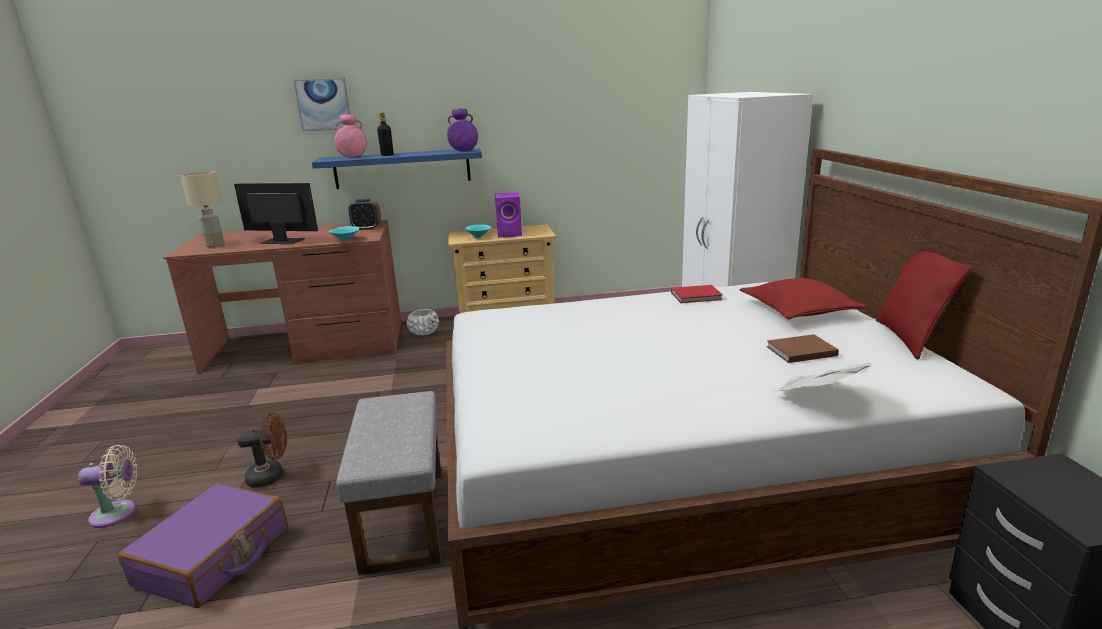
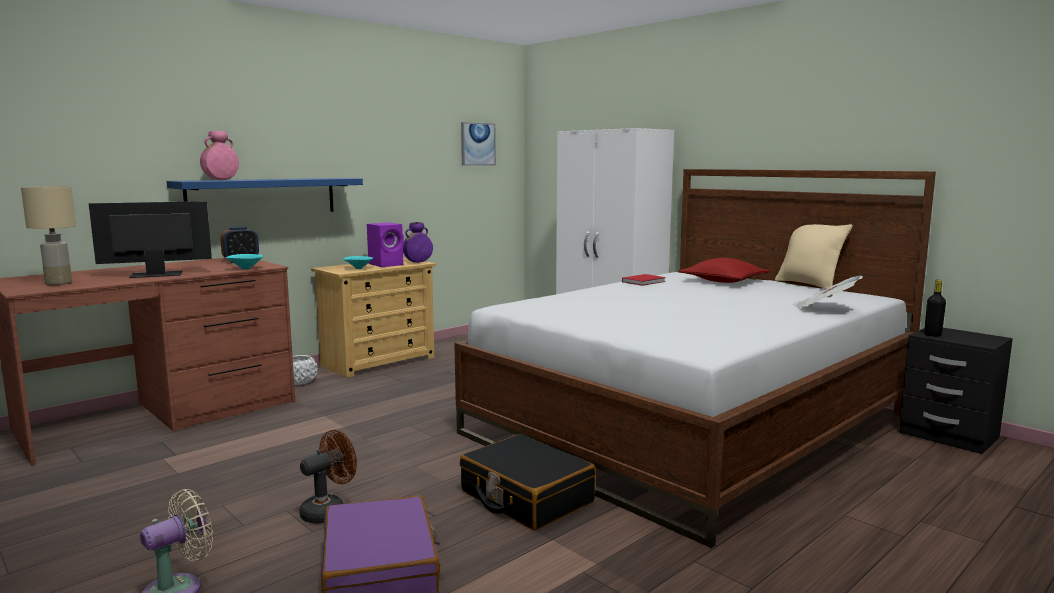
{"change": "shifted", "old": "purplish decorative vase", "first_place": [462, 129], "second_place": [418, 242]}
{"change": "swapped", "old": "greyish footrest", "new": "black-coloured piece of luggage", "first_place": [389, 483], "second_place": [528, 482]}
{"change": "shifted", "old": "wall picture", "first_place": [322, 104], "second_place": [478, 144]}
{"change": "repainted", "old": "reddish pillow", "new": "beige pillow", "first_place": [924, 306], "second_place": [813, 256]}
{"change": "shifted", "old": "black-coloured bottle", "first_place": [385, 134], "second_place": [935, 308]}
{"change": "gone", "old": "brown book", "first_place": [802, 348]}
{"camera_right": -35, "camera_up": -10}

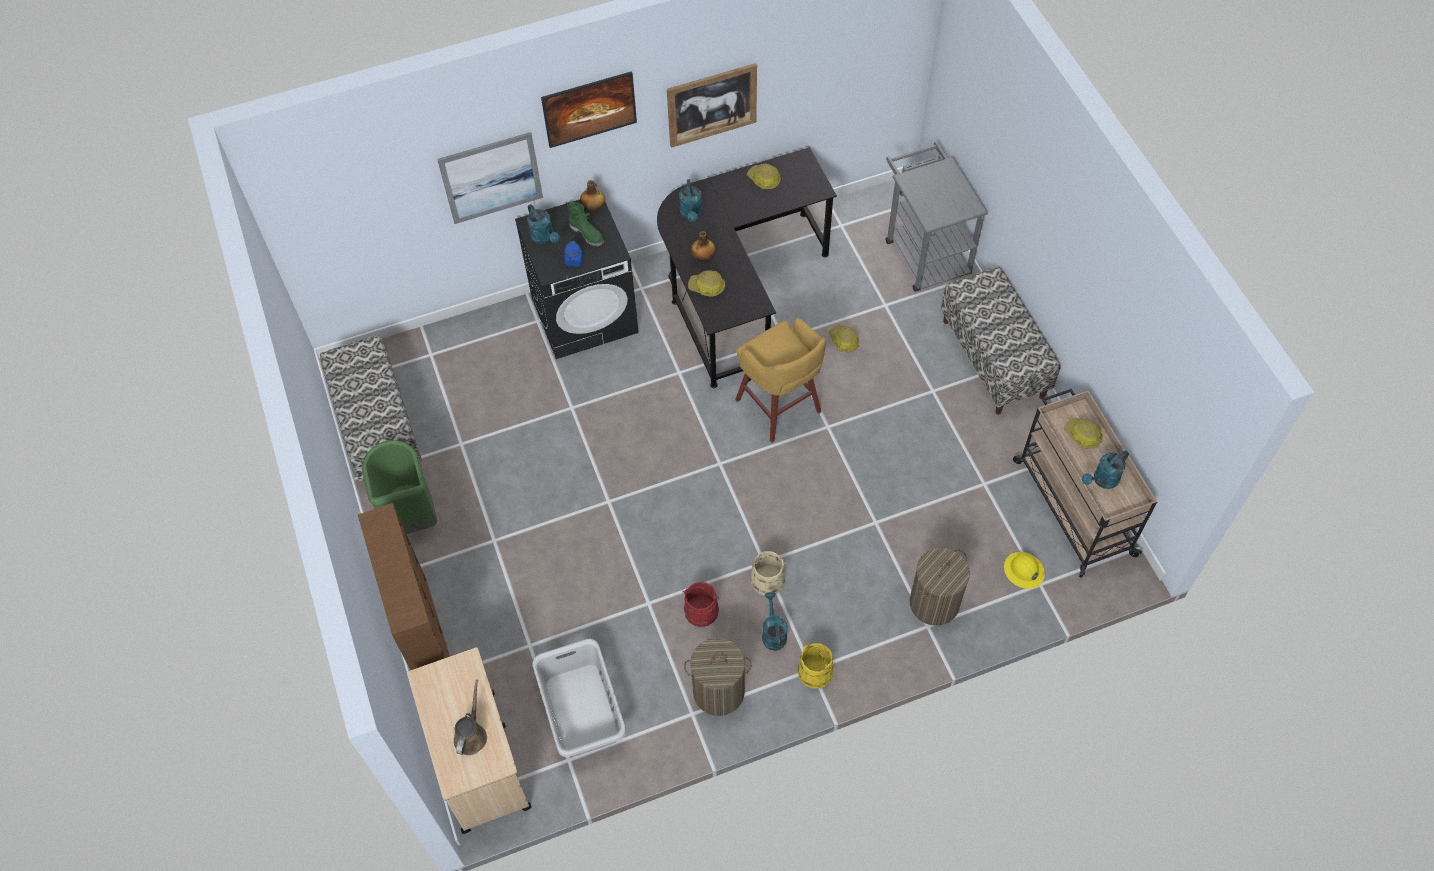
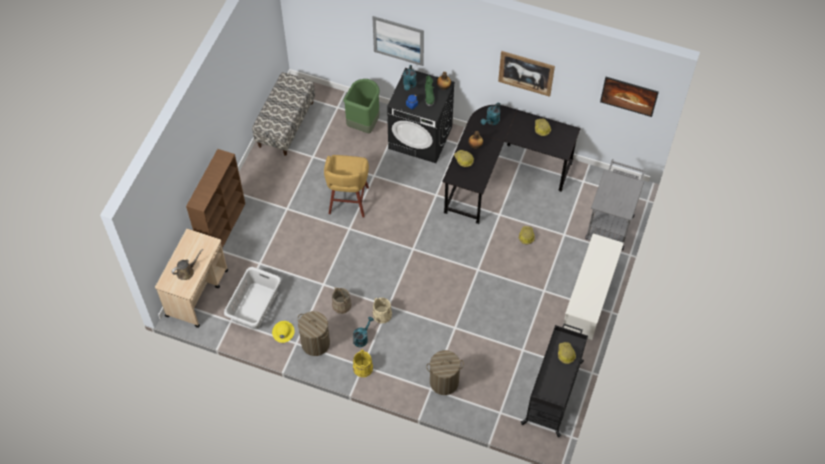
{"change": "shifted", "old": "yellow hard hat", "first_place": [1024, 570], "second_place": [283, 332]}
{"change": "shifted", "old": "yellow stool seat", "first_place": [780, 380], "second_place": [346, 186]}
{"change": "repainted", "old": "reddish bucket", "new": "beige bucket", "first_place": [700, 604], "second_place": [342, 301]}
{"change": "shifted", "old": "green-coloured waste bin", "first_place": [400, 487], "second_place": [361, 106]}
{"change": "repainted", "old": "beige trolley", "new": "black-coloured trolley", "first_place": [1085, 483], "second_place": [554, 380]}
{"change": "swapped", "old": "long seat", "new": "whitish shoe shelf", "first_place": [1001, 341], "second_place": [593, 286]}
{"change": "shifted", "old": "wall picture", "first_place": [589, 109], "second_place": [629, 97]}
{"change": "gone", "old": "turquoise watering can", "first_place": [1105, 469]}
{"camera_right": 40, "camera_up": 0}

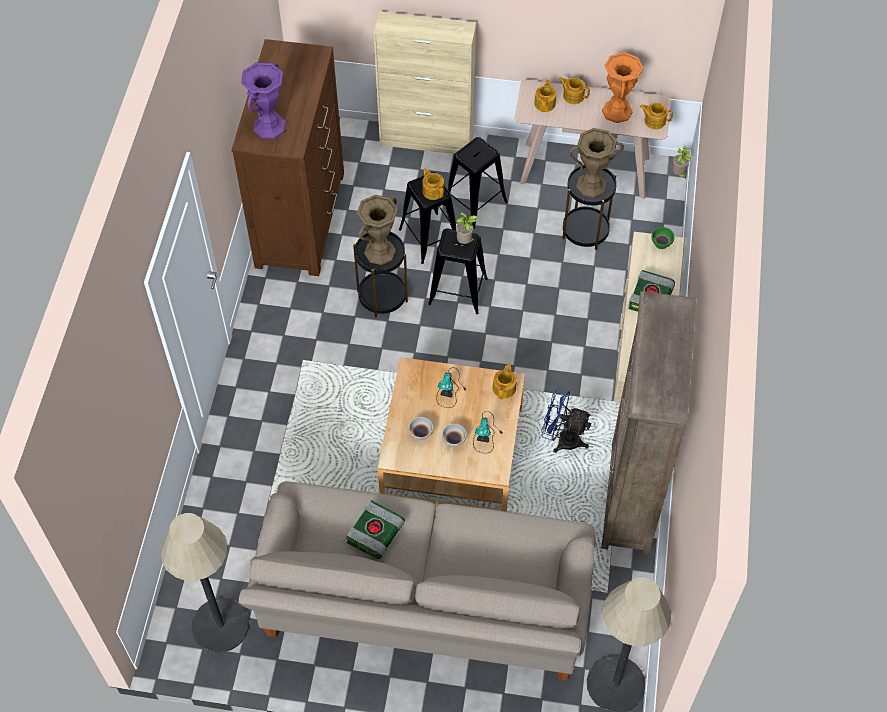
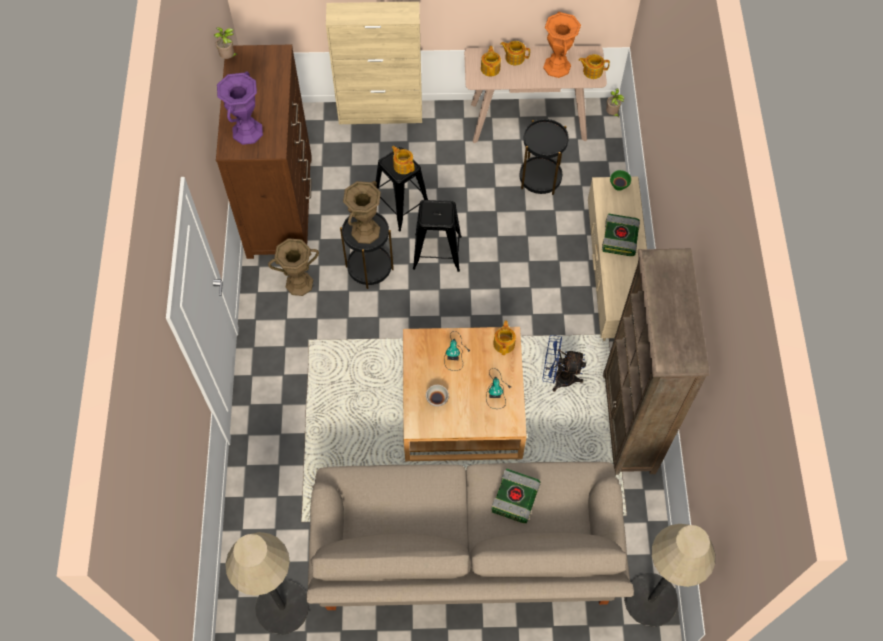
{"change": "shifted", "old": "houseplant", "first_place": [467, 228], "second_place": [226, 43]}
{"change": "shifted", "old": "brown decorative vase", "first_place": [596, 163], "second_place": [293, 267]}
{"change": "shifted", "old": "book", "first_place": [375, 529], "second_place": [515, 495]}
{"change": "gone", "old": "whitish bowl", "first_place": [454, 435]}
{"change": "gone", "old": "black-coloured stool seat", "first_place": [475, 183]}
{"camera_right": -10, "camera_up": 5}

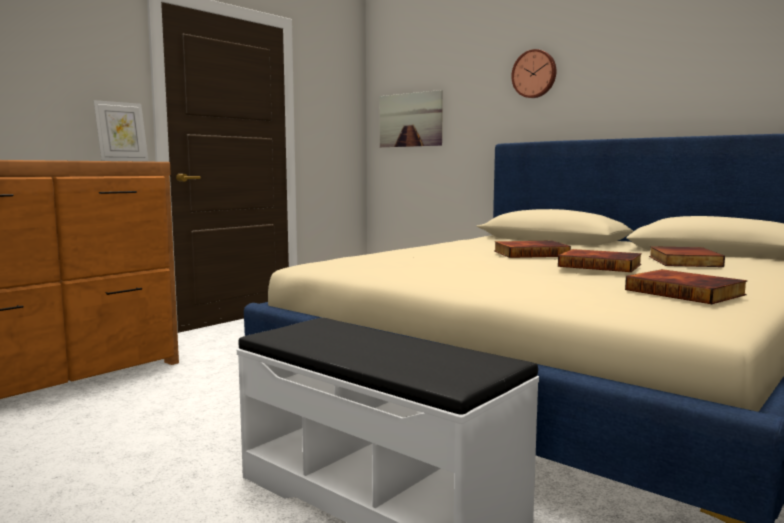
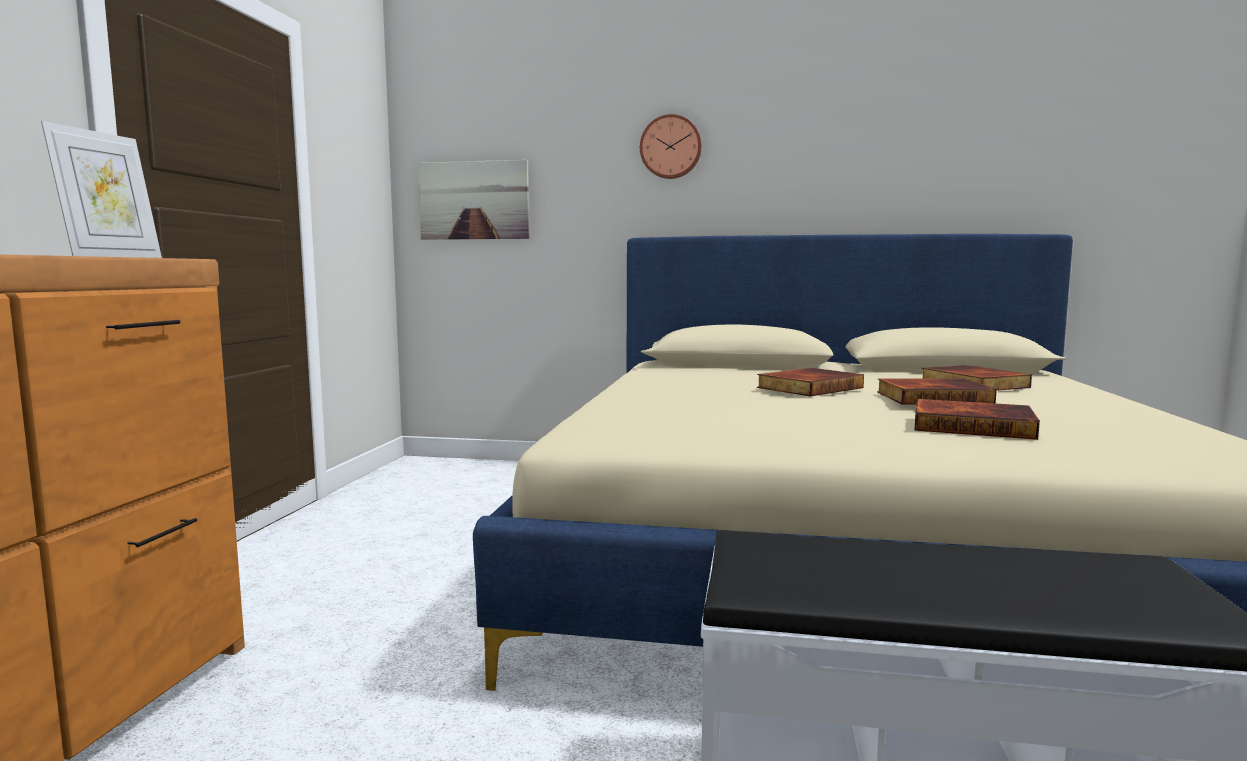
{"change": "shifted", "old": "book", "first_place": [686, 286], "second_place": [977, 419]}
{"camera_right": -30, "camera_up": 0}

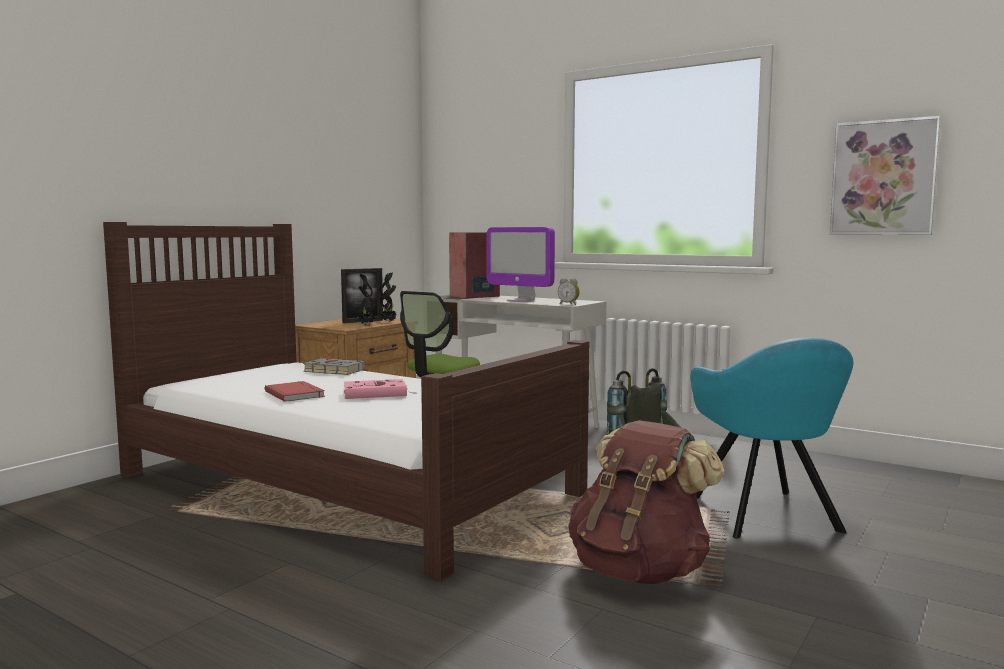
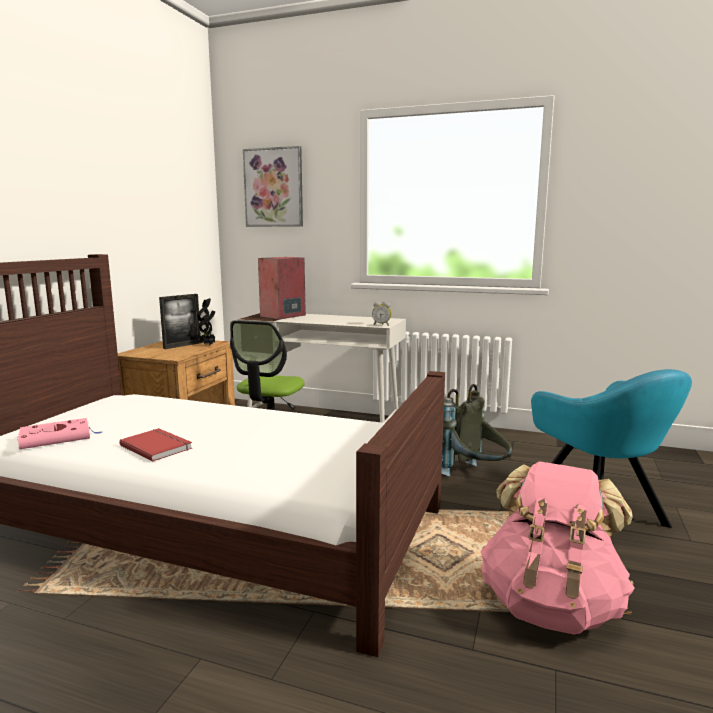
{"change": "shifted", "old": "pink-coloured book", "first_place": [380, 389], "second_place": [59, 433]}
{"change": "shifted", "old": "wall picture", "first_place": [885, 175], "second_place": [273, 186]}
{"change": "repainted", "old": "brown knapsack", "new": "pink-coloured knapsack", "first_place": [646, 502], "second_place": [558, 547]}
{"change": "gone", "old": "greyish book", "first_place": [334, 366]}
{"change": "gone", "old": "houseplant", "first_place": [366, 299]}
{"change": "gone", "old": "computer screen", "first_place": [521, 264]}
{"camera_right": -15, "camera_up": 5}

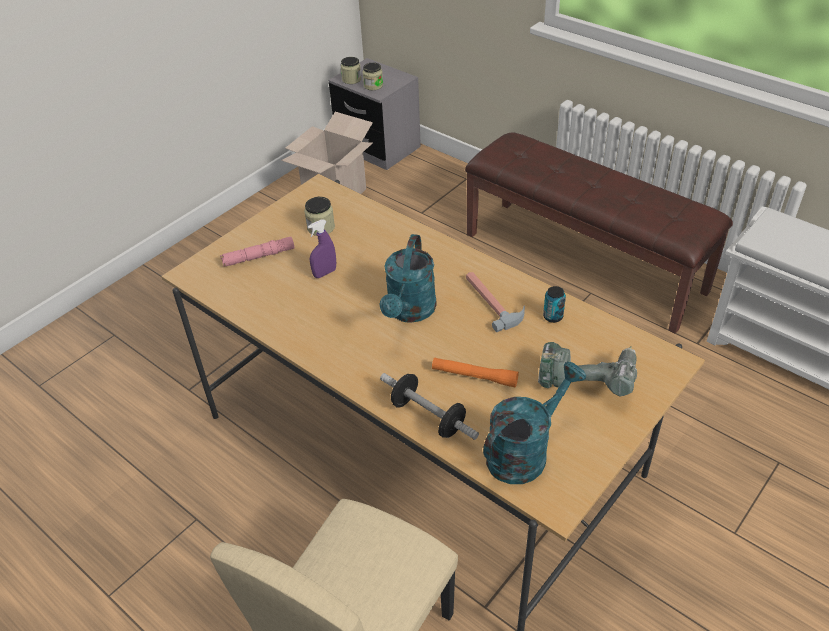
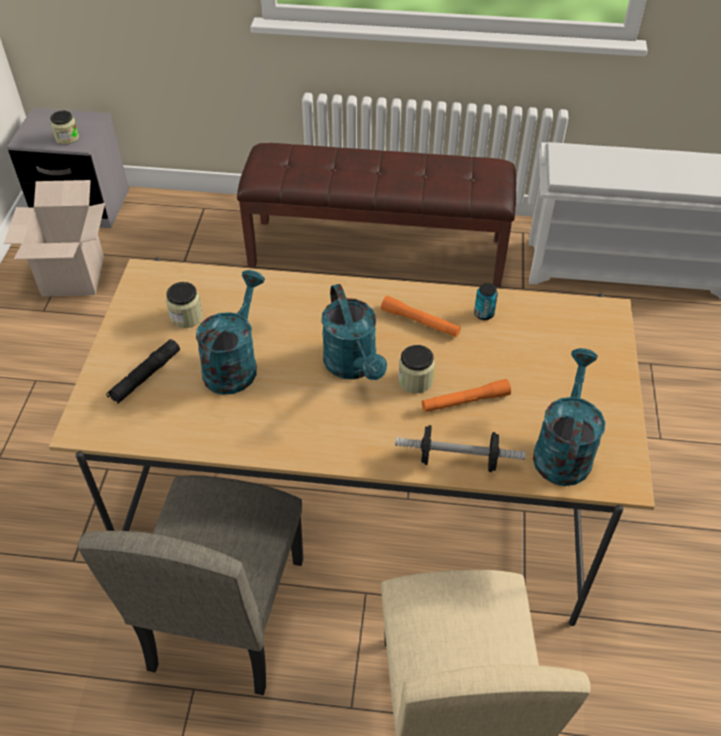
{"change": "new", "new": "beige chair", "second_place": [190, 585]}
{"change": "repainted", "old": "pink-coloured flashlight", "new": "black-coloured flashlight", "first_place": [257, 251], "second_place": [143, 371]}
{"change": "swapped", "old": "purplish sprayer", "new": "turquoise watering can", "first_place": [322, 248], "second_place": [230, 332]}
{"change": "swapped", "old": "hammer", "new": "orange flashlight", "first_place": [495, 302], "second_place": [421, 316]}
{"change": "shifted", "old": "jar", "first_place": [351, 70], "second_place": [416, 369]}
{"change": "gone", "old": "power drill", "first_place": [587, 369]}
{"camera_right": -35, "camera_up": 5}

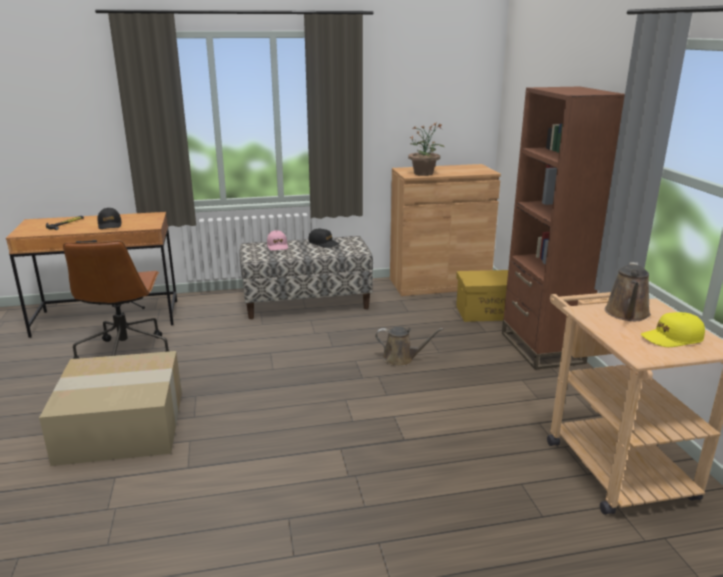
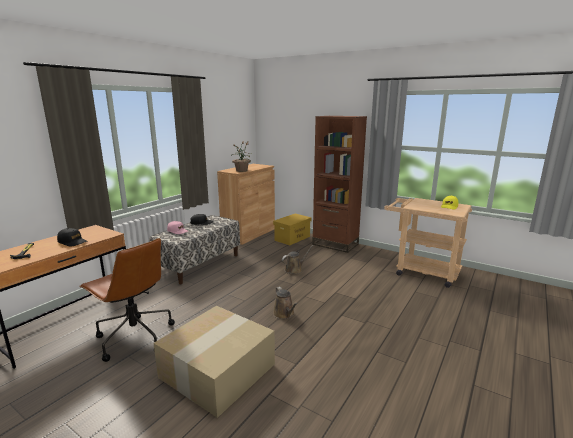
{"change": "shifted", "old": "brown watering can", "first_place": [628, 291], "second_place": [285, 303]}
{"camera_right": -45, "camera_up": -5}

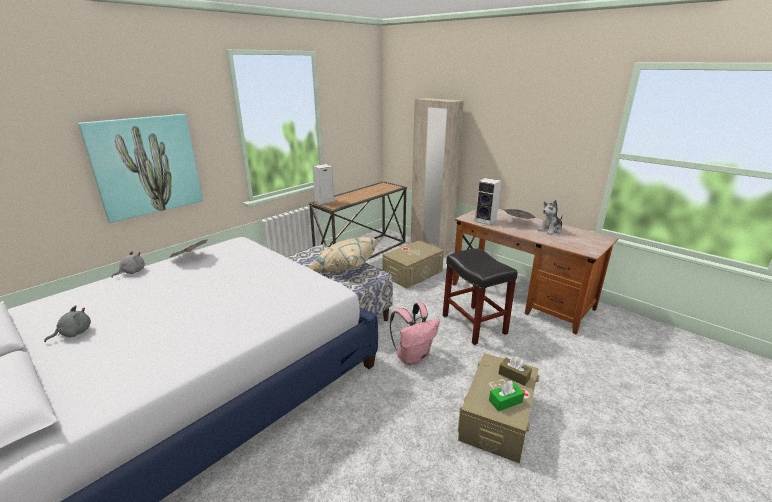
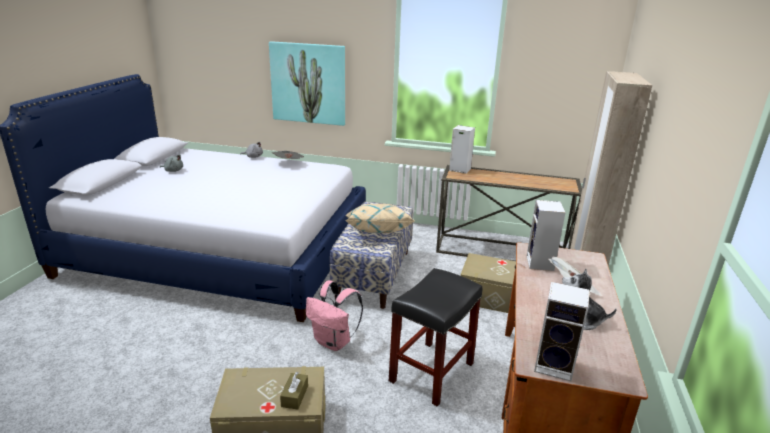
{"change": "new", "new": "audio speaker", "second_place": [561, 331]}
{"change": "gone", "old": "green-coloured tissue box", "first_place": [506, 396]}
{"camera_right": 60, "camera_up": 0}

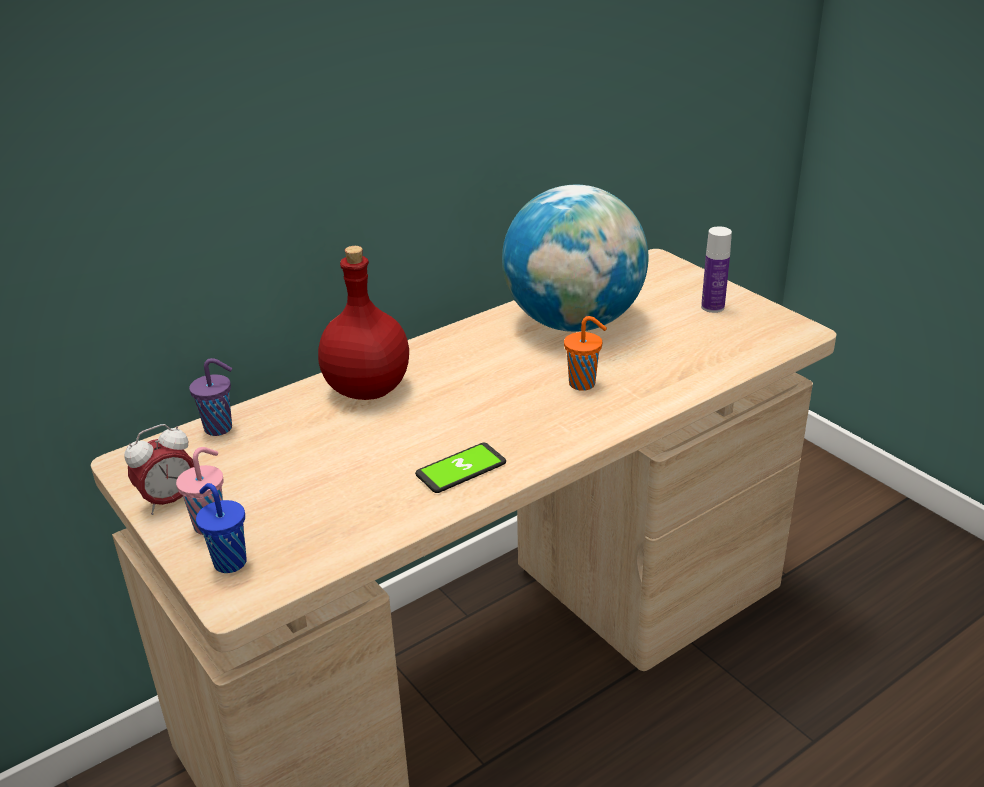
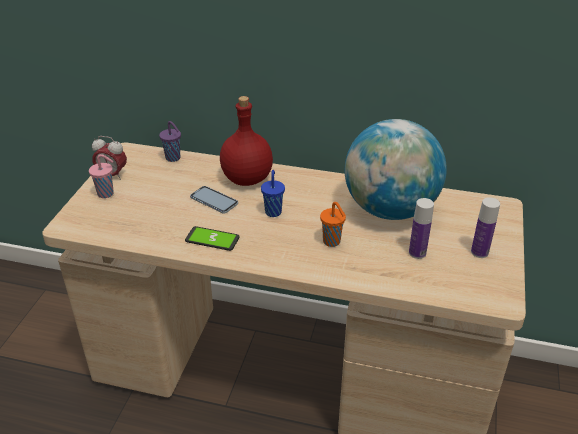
{"change": "new", "new": "handset", "second_place": [214, 199]}
{"change": "shifted", "old": "bluish small cup", "first_place": [221, 528], "second_place": [273, 193]}
{"change": "new", "new": "bottle", "second_place": [421, 228]}
{"camera_right": 50, "camera_up": 5}

